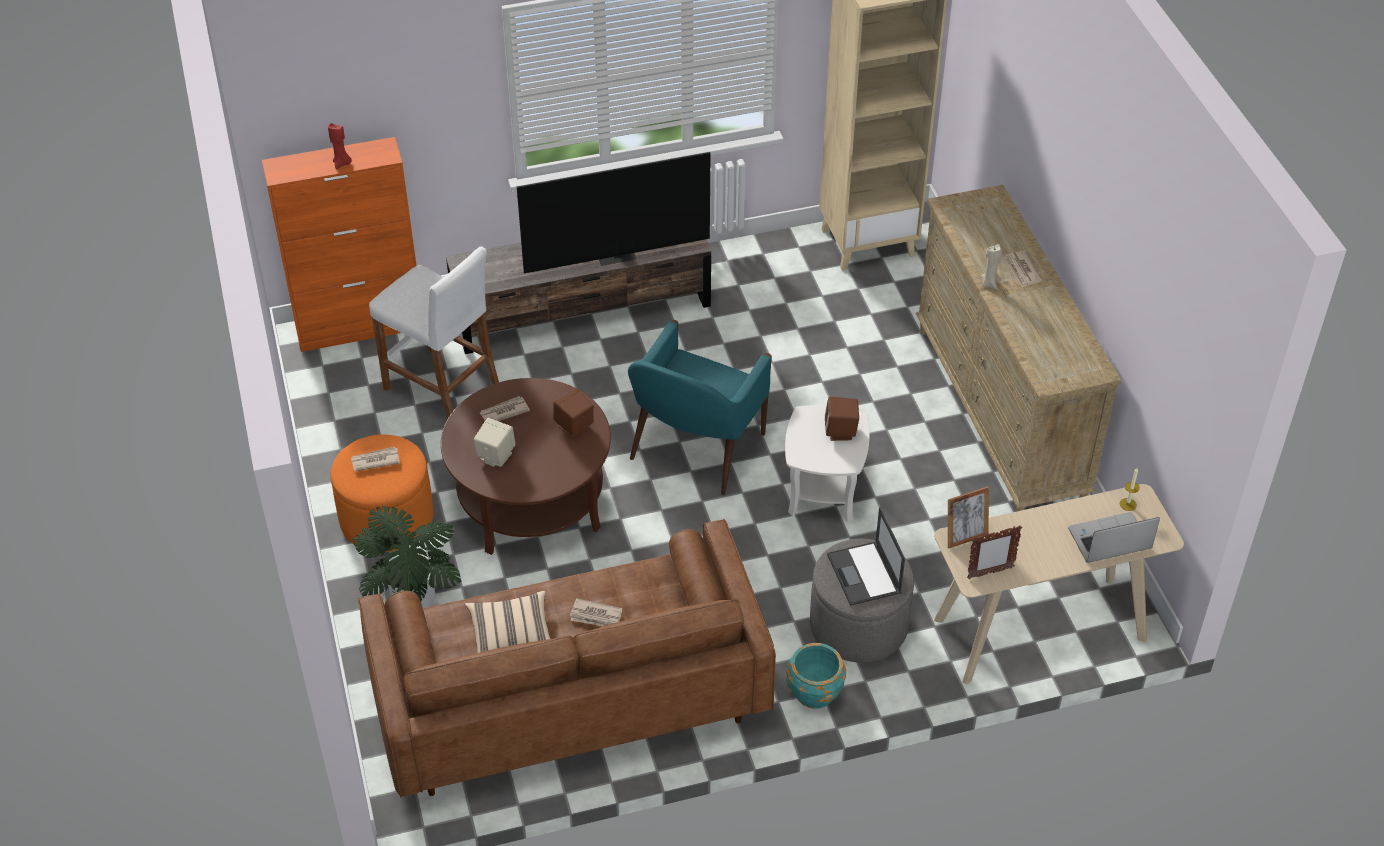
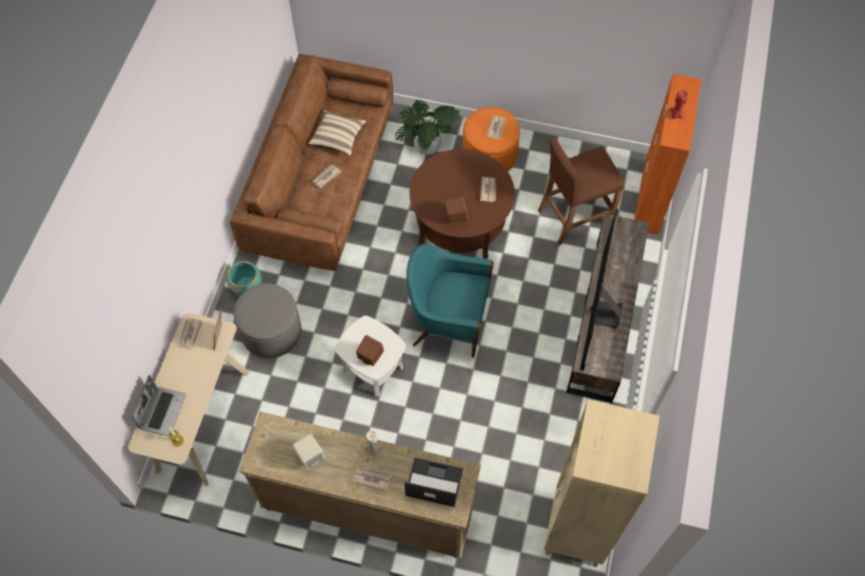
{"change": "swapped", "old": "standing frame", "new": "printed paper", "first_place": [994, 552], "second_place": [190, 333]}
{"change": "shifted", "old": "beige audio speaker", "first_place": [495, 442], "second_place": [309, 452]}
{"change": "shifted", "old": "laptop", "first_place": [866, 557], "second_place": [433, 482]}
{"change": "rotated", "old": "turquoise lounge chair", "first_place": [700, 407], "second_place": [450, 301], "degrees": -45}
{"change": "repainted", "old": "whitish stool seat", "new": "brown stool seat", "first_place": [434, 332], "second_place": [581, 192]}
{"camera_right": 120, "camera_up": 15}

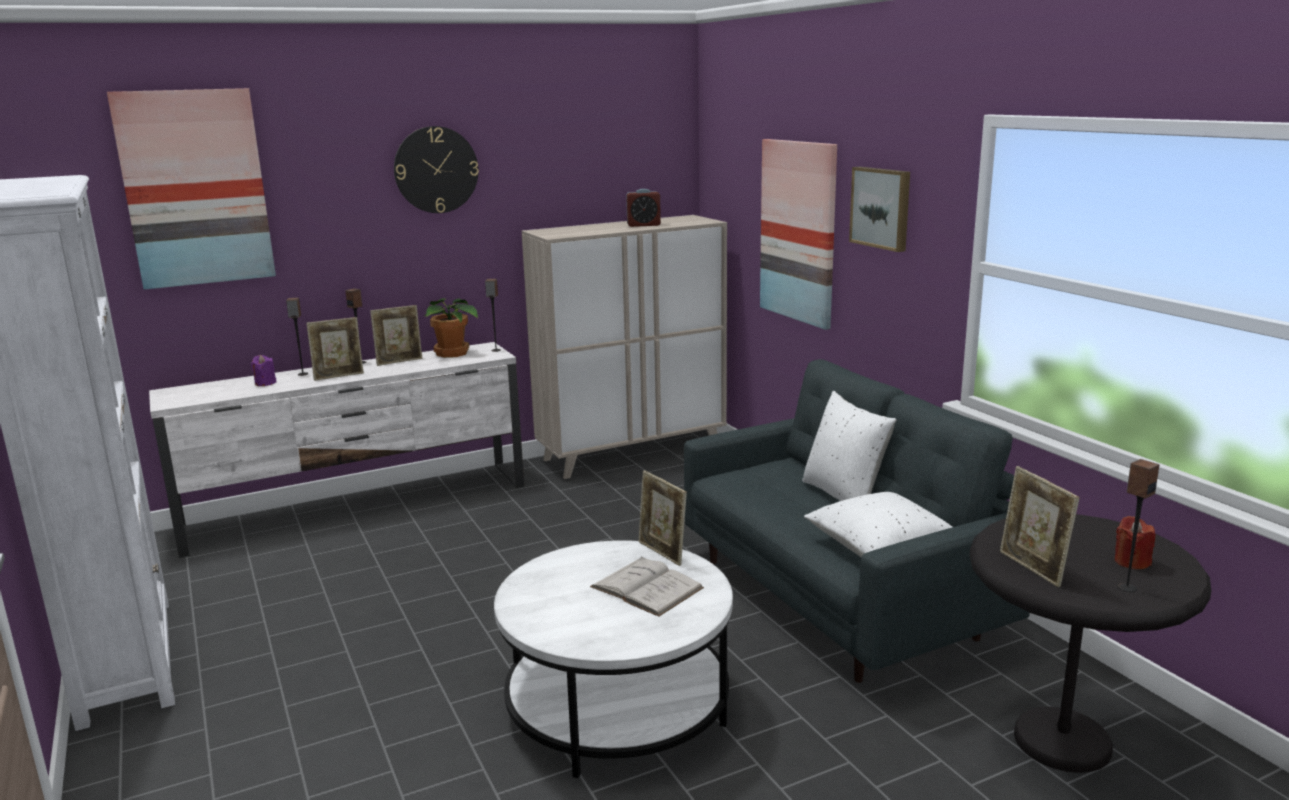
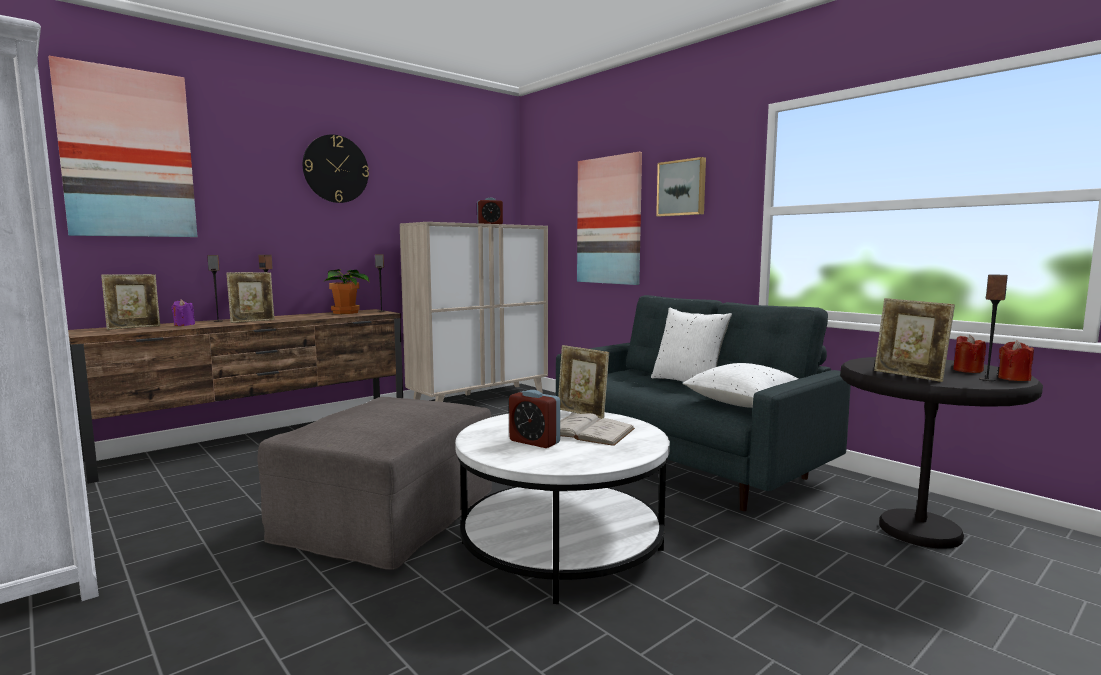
{"change": "repainted", "old": "whitish tv unit", "new": "brown tv unit", "first_place": [336, 450], "second_place": [235, 396]}
{"change": "shifted", "old": "standing frame", "first_place": [396, 335], "second_place": [130, 302]}
{"change": "new", "new": "greyish footrest", "second_place": [374, 483]}
{"change": "new", "new": "table clock", "second_place": [534, 419]}
{"change": "new", "new": "reddish wax candle", "second_place": [1016, 360]}
{"camera_right": -15, "camera_up": -10}

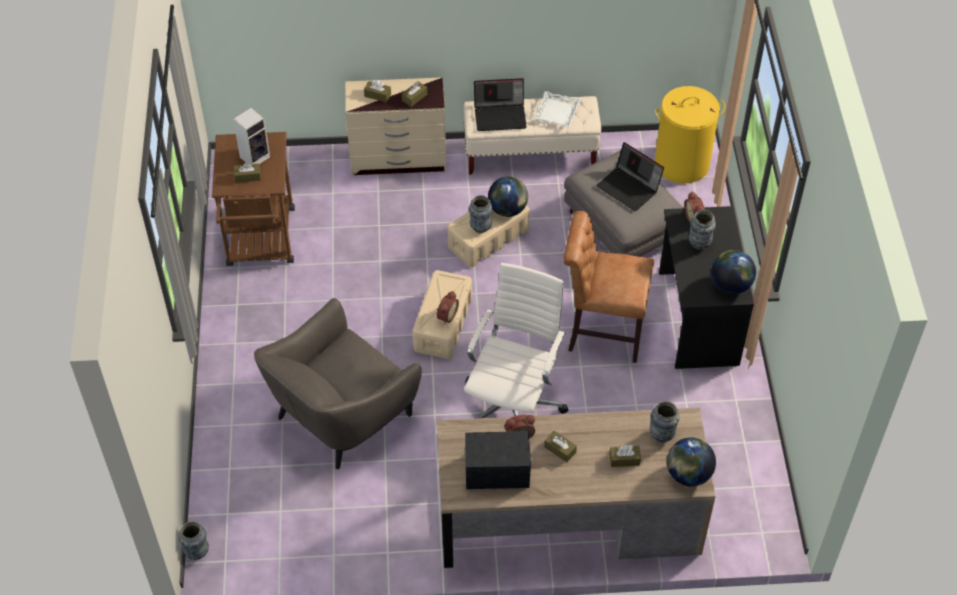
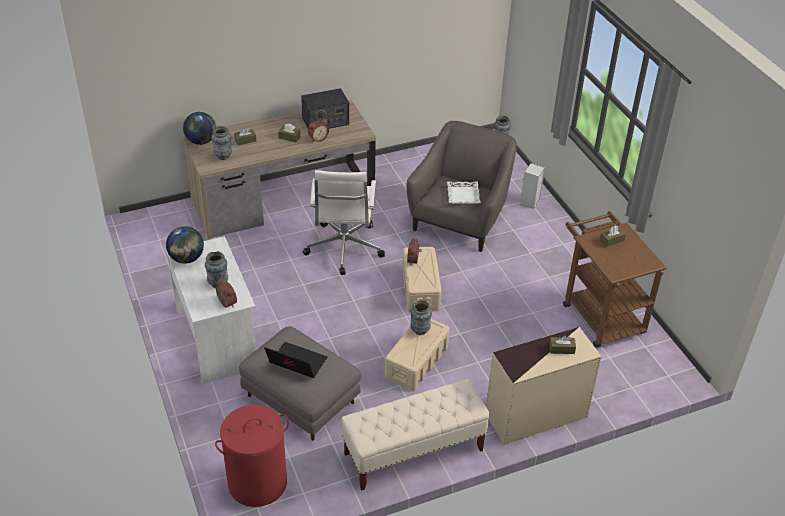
{"change": "repainted", "old": "black-coloured desk unit", "new": "whitish desk unit", "first_place": [706, 287], "second_place": [211, 310]}
{"change": "repainted", "old": "yellow laundry basket", "new": "reddish laundry basket", "first_place": [690, 135], "second_place": [252, 456]}
{"change": "shifted", "old": "whitish serving tray", "first_place": [557, 109], "second_place": [464, 192]}
{"change": "shifted", "old": "audio speaker", "first_place": [251, 136], "second_place": [532, 186]}
{"change": "gone", "old": "brown tissue box", "first_place": [414, 94]}
{"change": "gone", "old": "laptop", "first_place": [500, 104]}
{"change": "gone", "old": "world globe", "first_place": [508, 197]}
{"change": "gone", "old": "brown chair", "first_place": [608, 287]}
{"camera_right": 160, "camera_up": -10}

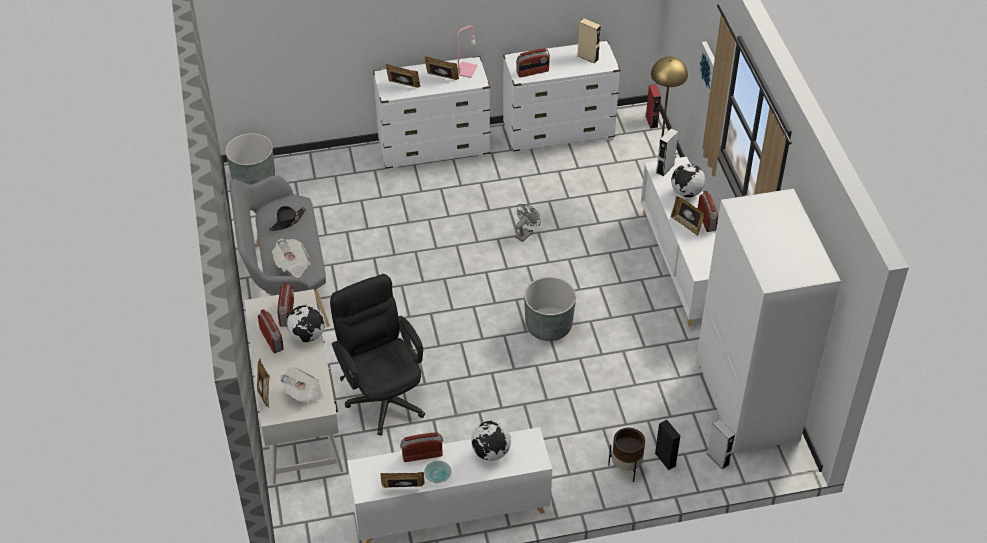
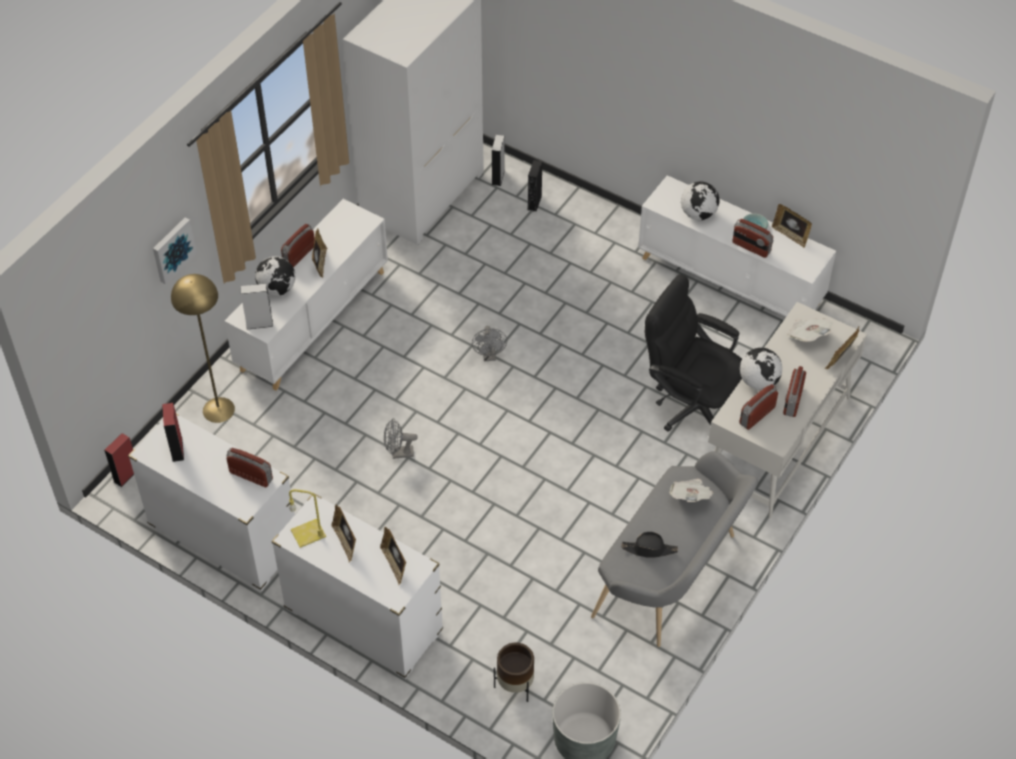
{"change": "repainted", "old": "beige audio speaker", "new": "reddish audio speaker", "first_place": [589, 41], "second_place": [173, 432]}
{"change": "repainted", "old": "pink-coloured lamp for a table", "new": "yellow lamp for a table", "first_place": [467, 52], "second_place": [307, 518]}
{"change": "swapped", "old": "greyish planter", "new": "greyish electric fan", "first_place": [550, 309], "second_place": [489, 343]}
{"change": "shifted", "old": "brown planter", "first_place": [626, 455], "second_place": [514, 672]}
{"change": "rotated", "old": "black-coloured computer chair", "first_place": [377, 355], "second_place": [693, 353], "degrees": 105}
{"camera_right": -135, "camera_up": 5}

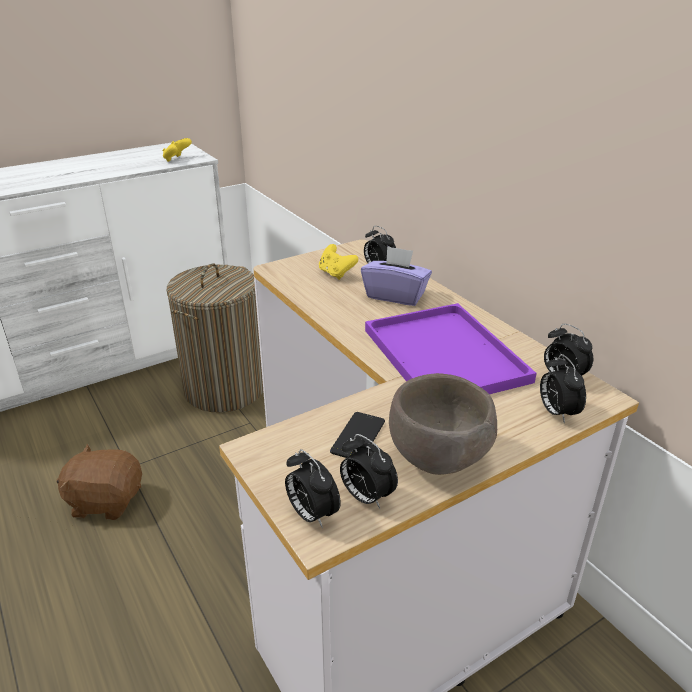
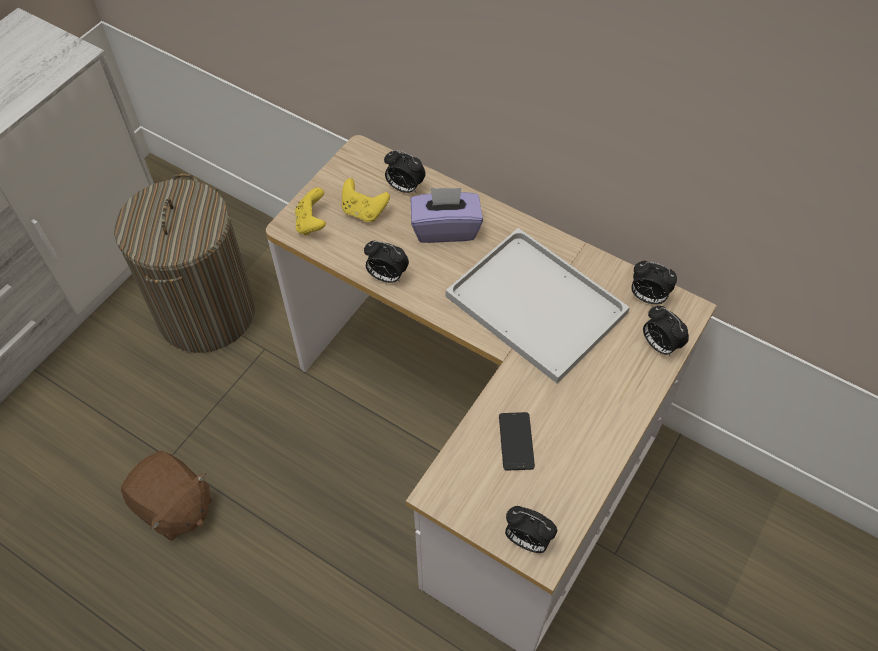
{"change": "rotated", "old": "brown cuddly toy", "first_place": [99, 482], "second_place": [166, 496], "degrees": -120}
{"change": "shifted", "old": "yellow joypad", "first_place": [177, 150], "second_place": [310, 212]}
{"change": "shifted", "old": "table clock", "first_place": [369, 471], "second_place": [386, 262]}
{"change": "repainted", "old": "purplish serving tray", "new": "whitish serving tray", "first_place": [451, 348], "second_place": [538, 305]}
{"change": "gone", "old": "brown bowl", "first_place": [443, 424]}
{"camera_right": -25, "camera_up": 25}

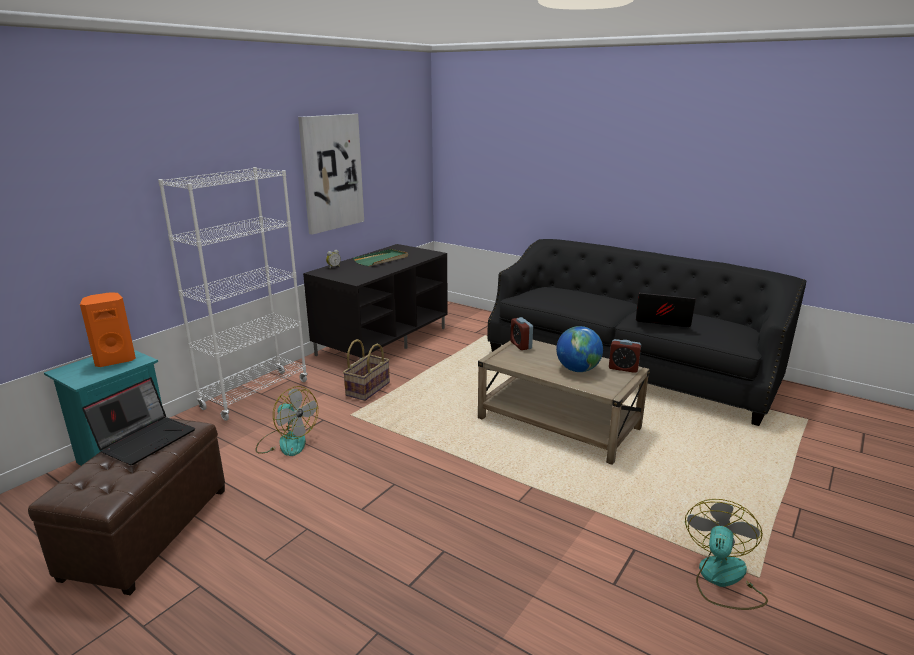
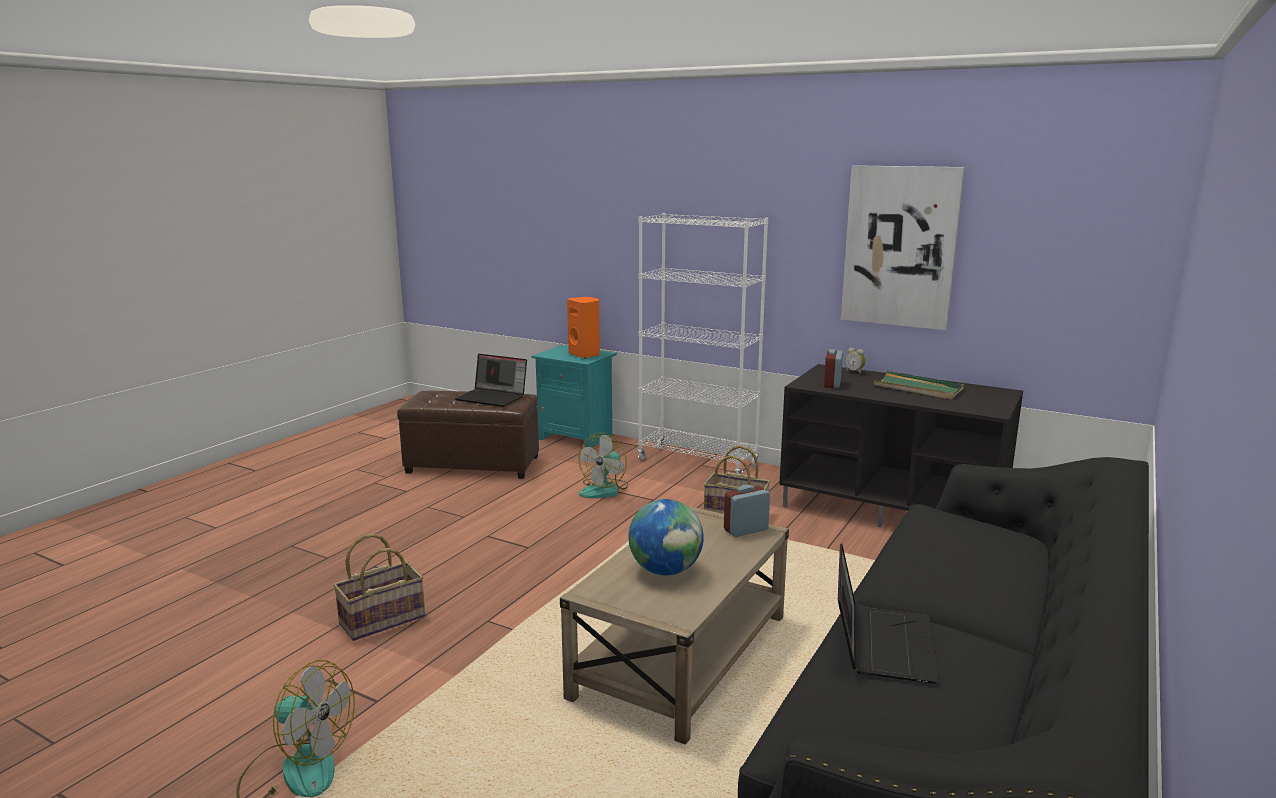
{"change": "new", "new": "storage basket", "second_place": [379, 587]}
{"change": "shifted", "old": "table clock", "first_place": [625, 356], "second_place": [833, 368]}
{"camera_right": 85, "camera_up": -5}

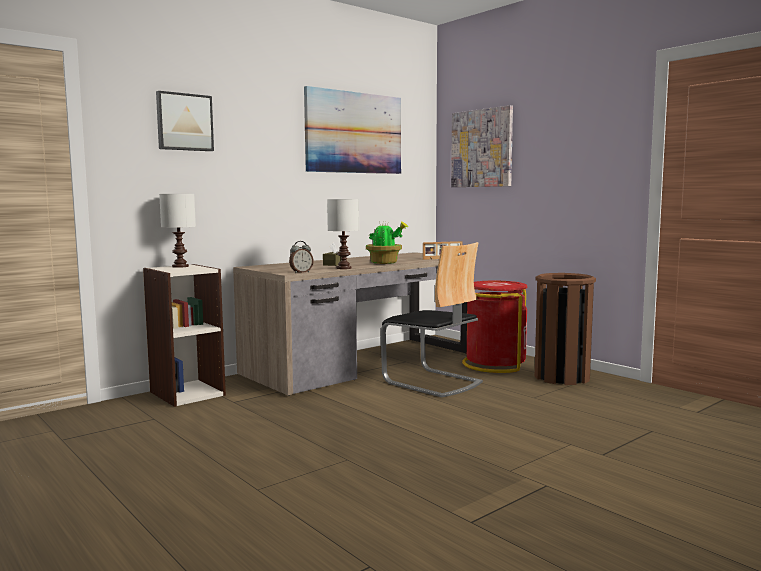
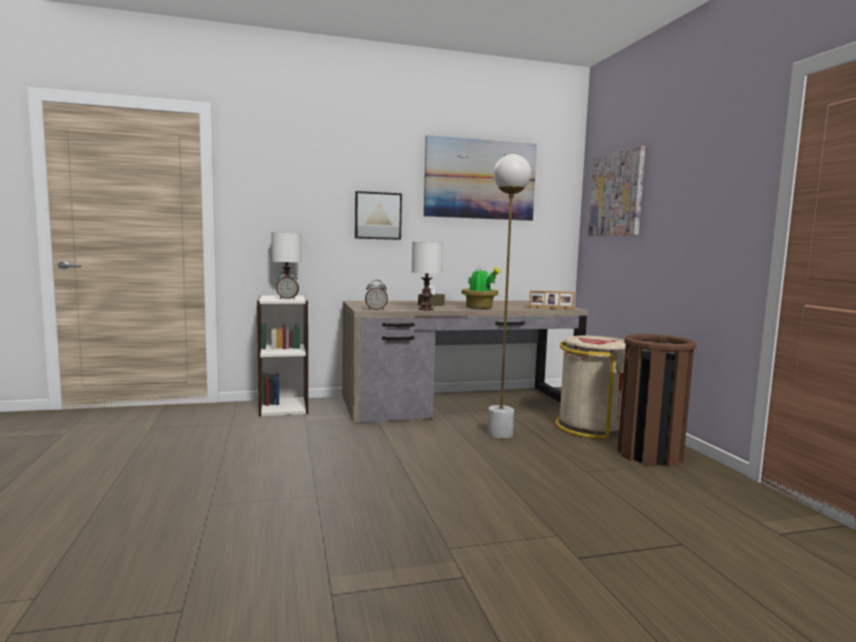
{"change": "new", "new": "table clock", "second_place": [287, 284]}
{"change": "shifted", "old": "wall picture", "first_place": [185, 121], "second_place": [378, 215]}
{"change": "swapped", "old": "chair", "new": "whitish standing lamp", "first_place": [432, 319], "second_place": [509, 296]}
{"change": "repainted", "old": "reddish waste bin", "new": "beige waste bin", "first_place": [495, 326], "second_place": [590, 387]}
{"camera_right": 25, "camera_up": 0}

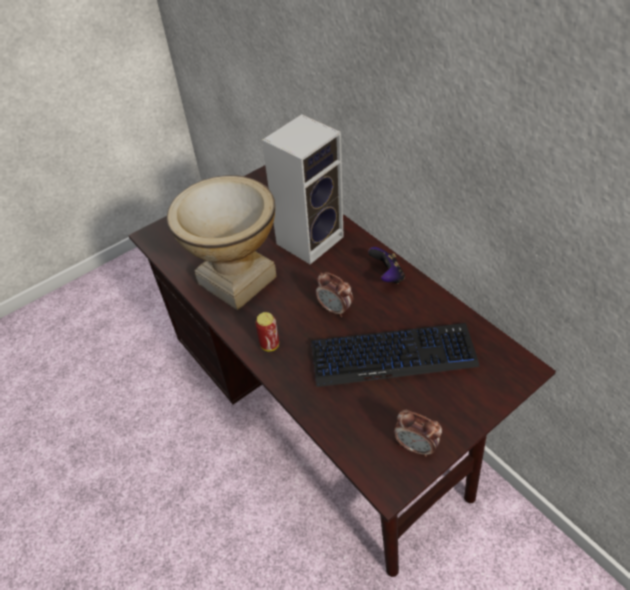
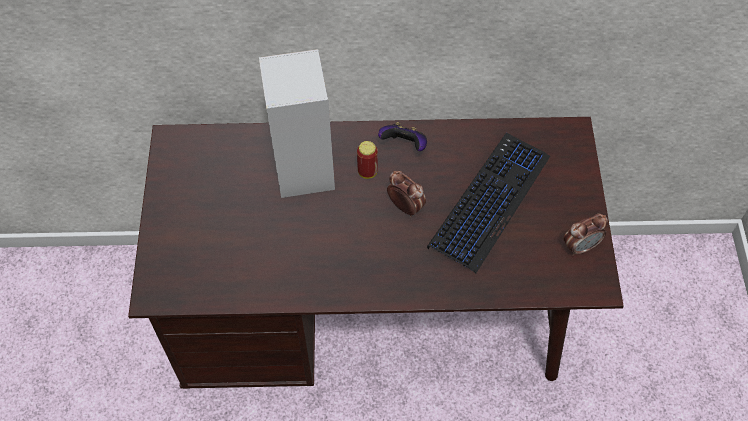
{"change": "shifted", "old": "sealed can", "first_place": [267, 331], "second_place": [367, 160]}
{"change": "rotated", "old": "table clock", "first_place": [334, 294], "second_place": [406, 194], "degrees": -120}
{"change": "gone", "old": "decorative vase", "first_place": [222, 242]}
{"camera_right": -55, "camera_up": 10}

